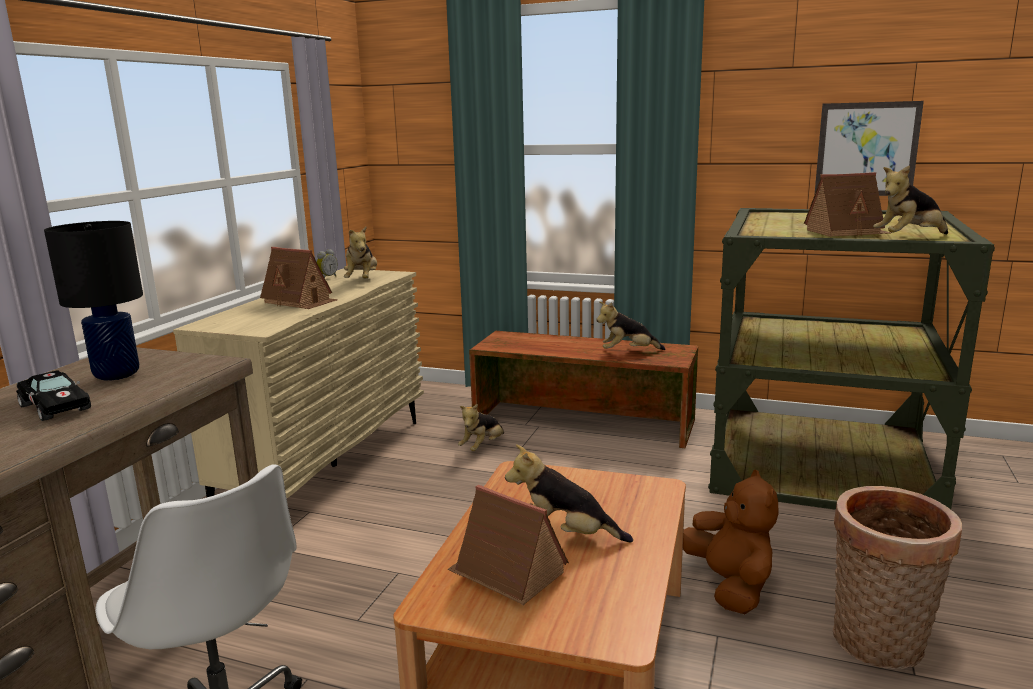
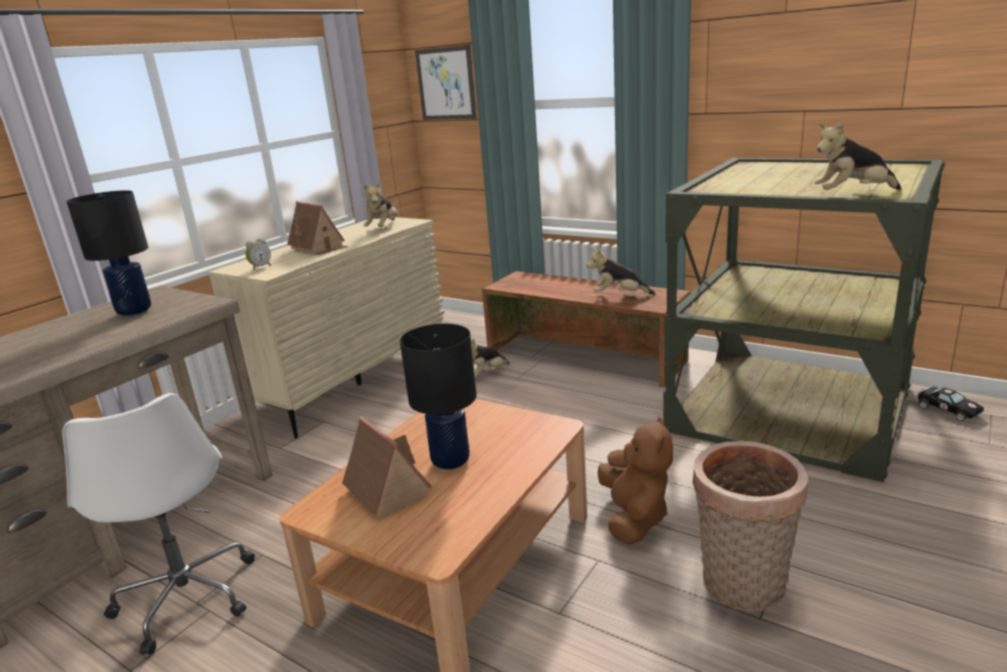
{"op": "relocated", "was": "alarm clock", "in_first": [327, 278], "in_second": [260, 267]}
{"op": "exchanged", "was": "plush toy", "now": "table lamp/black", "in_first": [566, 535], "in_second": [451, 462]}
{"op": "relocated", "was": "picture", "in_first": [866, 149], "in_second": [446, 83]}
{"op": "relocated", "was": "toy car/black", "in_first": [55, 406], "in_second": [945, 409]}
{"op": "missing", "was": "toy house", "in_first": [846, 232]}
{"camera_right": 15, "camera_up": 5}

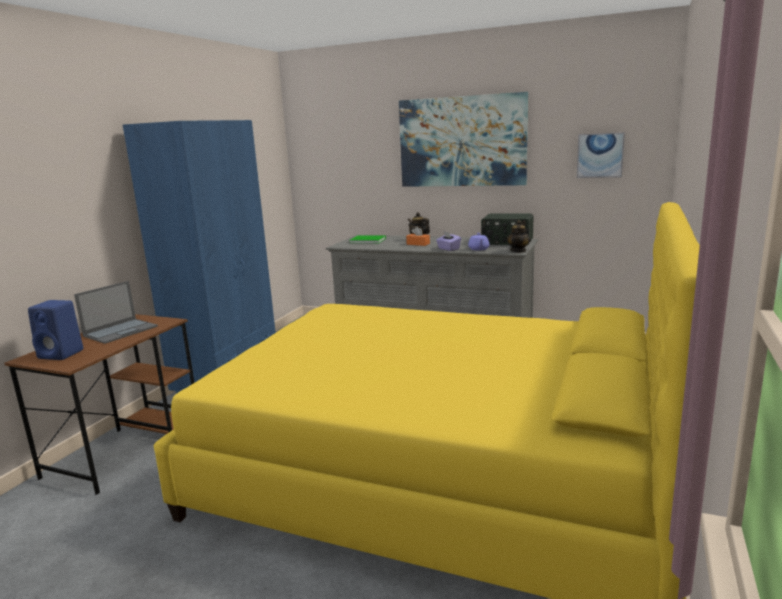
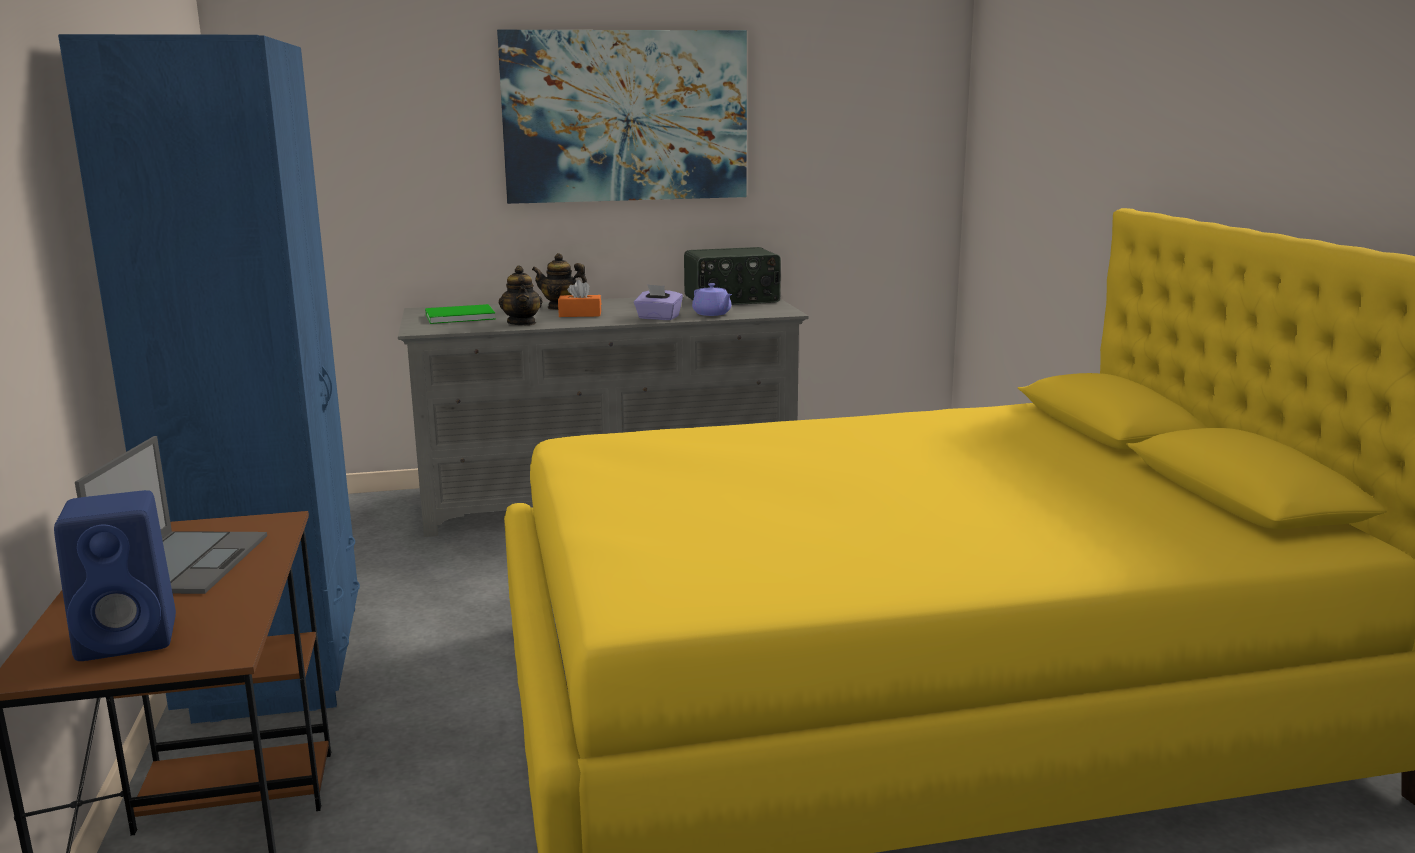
{"op": "relocated", "was": "teapot", "in_first": [518, 251], "in_second": [522, 323]}
{"op": "missing", "was": "picture", "in_first": [600, 155]}
{"camera_right": -35, "camera_up": 0}

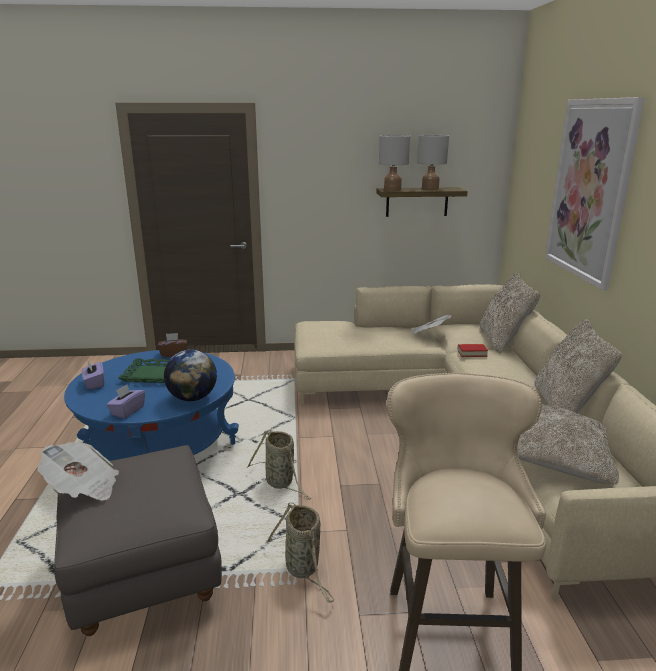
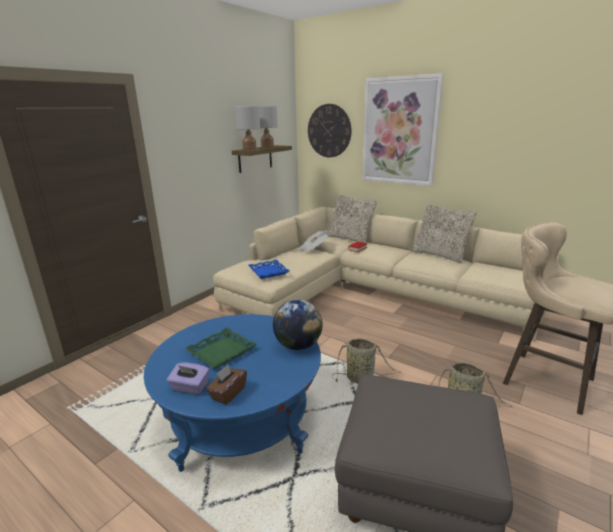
{"op": "relocated", "was": "tissue box/brown", "in_first": [173, 354], "in_second": [228, 393]}
{"op": "appeared", "now": "tray/blue", "in_second": [268, 272]}
{"op": "appeared", "now": "wall clock", "in_second": [329, 131]}
{"op": "missing", "was": "newspaper", "in_first": [83, 487]}
{"op": "missing", "was": "tissue box/purple", "in_first": [127, 411]}
{"op": "missing", "was": "pillow/beige", "in_first": [555, 455]}
{"camera_right": -50, "camera_up": 0}

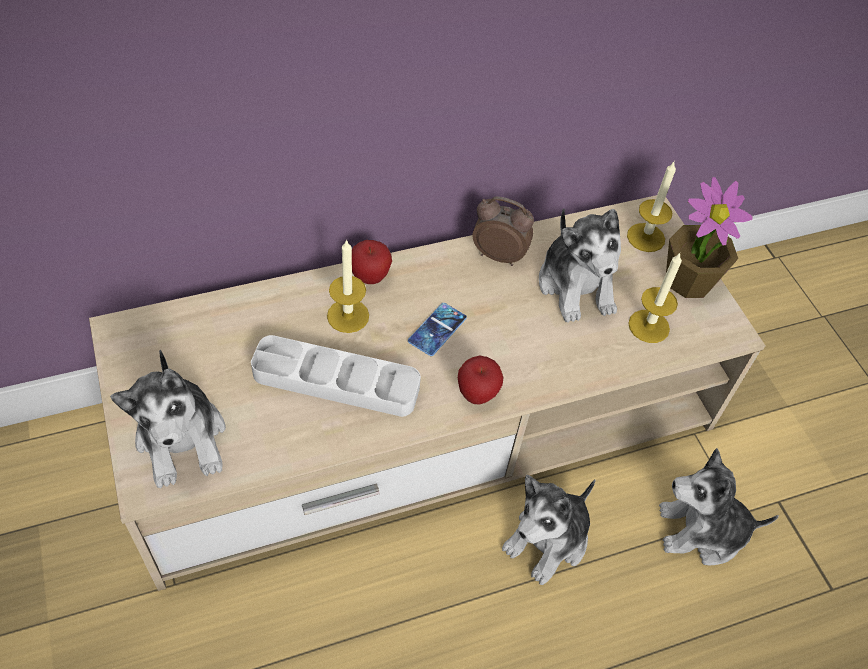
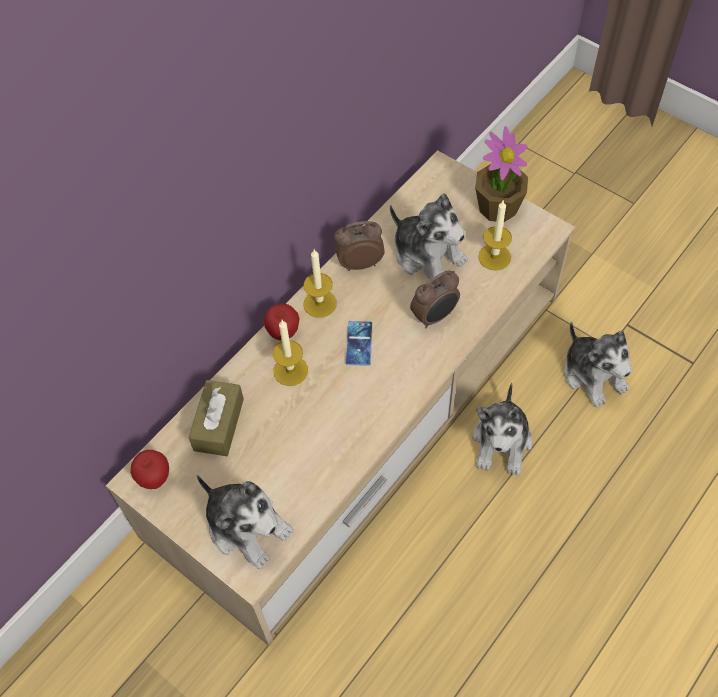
{"op": "relocated", "was": "apple", "in_first": [477, 394], "in_second": [154, 479]}
{"op": "appeared", "now": "tissue box/brown", "in_second": [219, 424]}
{"op": "relocated", "was": "candle", "in_first": [646, 237], "in_second": [320, 303]}
{"op": "appeared", "now": "alarm clock", "in_second": [435, 317]}
{"op": "spun", "was": "plush toy", "in_first": [702, 531], "in_second": [593, 375], "clockwise": -90}
{"op": "missing", "was": "tray/grey", "in_first": [336, 381]}
{"camera_right": -25, "camera_up": 5}

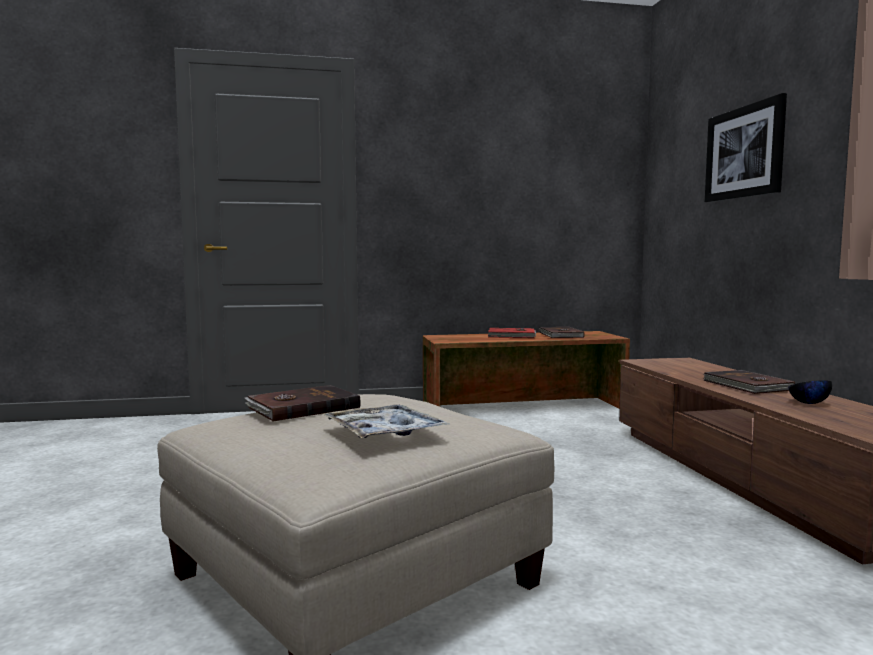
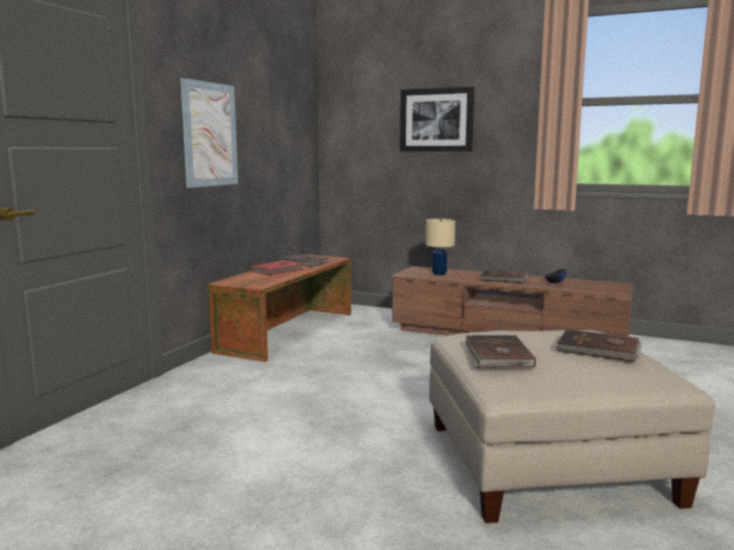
{"op": "appeared", "now": "picture", "in_second": [210, 134]}
{"op": "appeared", "now": "table lamp/beige", "in_second": [438, 274]}
{"op": "exchanged", "was": "tray", "now": "book/brown", "in_first": [384, 433], "in_second": [598, 349]}
{"camera_right": -55, "camera_up": 5}

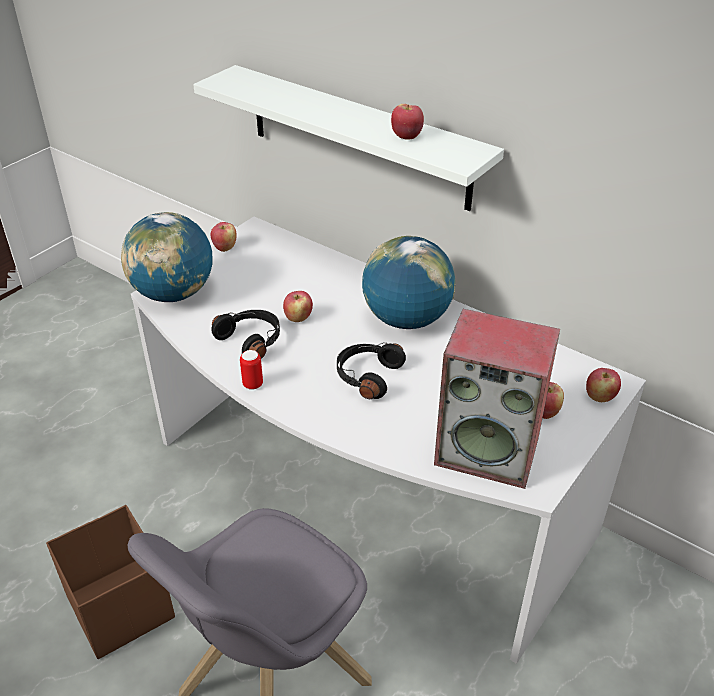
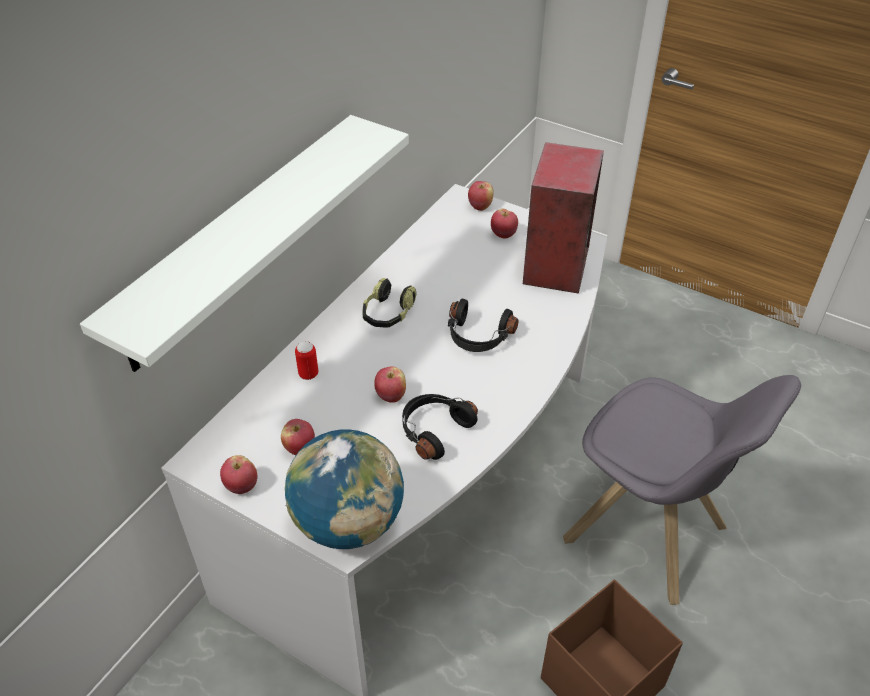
{"op": "relocated", "was": "apple", "in_first": [407, 136], "in_second": [299, 448]}
{"op": "relocated", "was": "can", "in_first": [253, 384], "in_second": [308, 374]}
{"op": "exchanged", "was": "globe", "now": "headphones", "in_first": [406, 320], "in_second": [388, 314]}
{"camera_right": -95, "camera_up": 5}

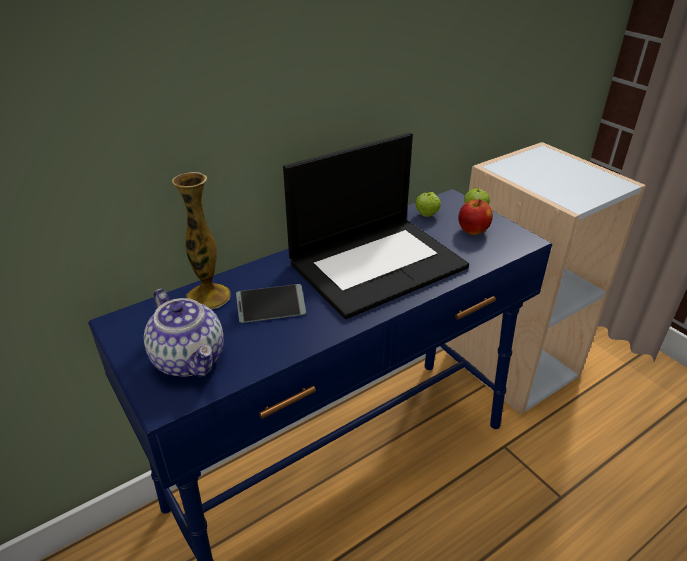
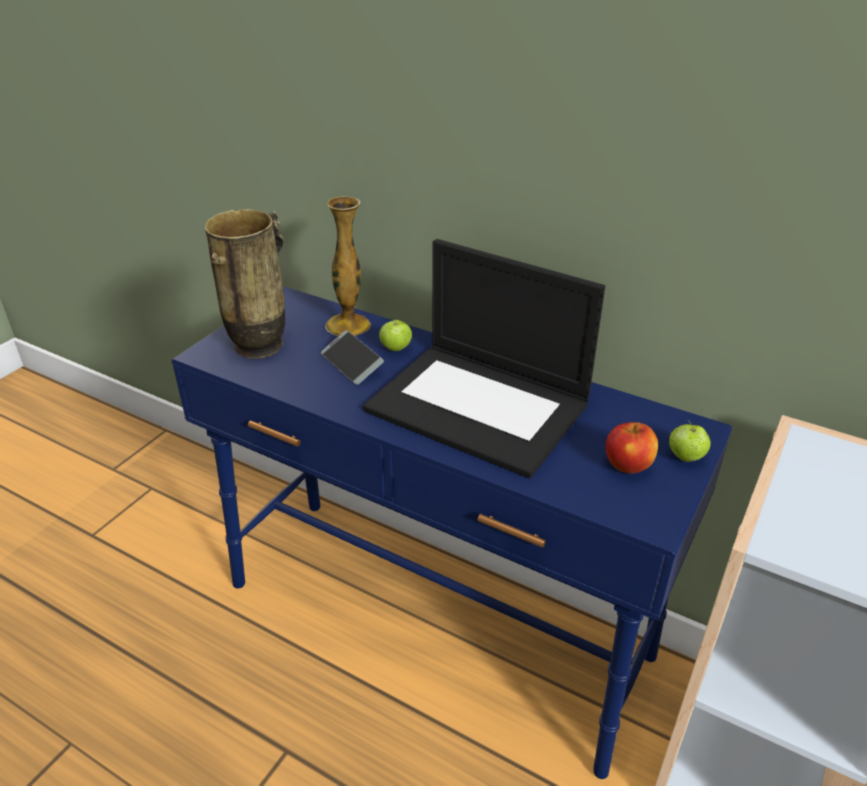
{"op": "exchanged", "was": "teapot", "now": "vase", "in_first": [190, 359], "in_second": [259, 346]}
{"op": "relocated", "was": "apple", "in_first": [426, 215], "in_second": [396, 349]}
{"camera_right": 65, "camera_up": 0}

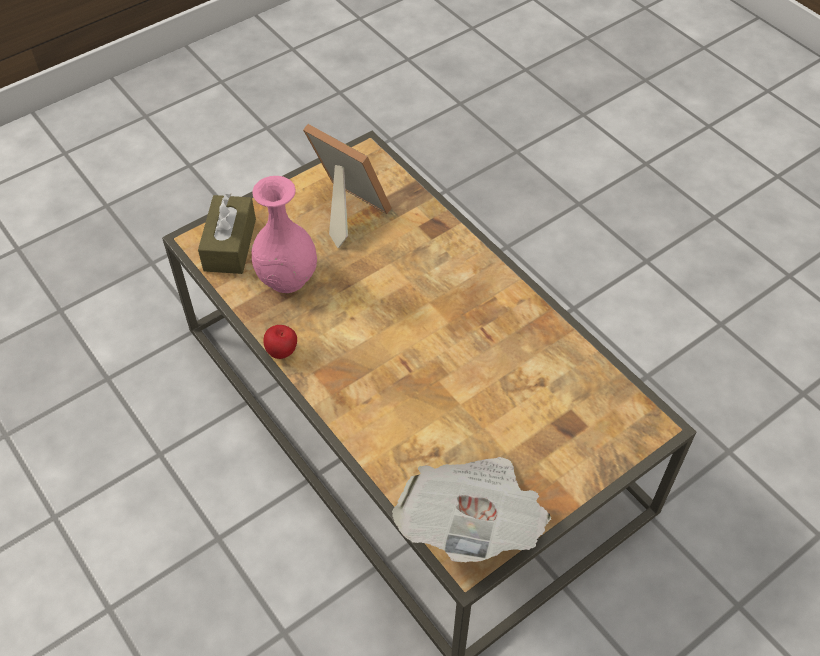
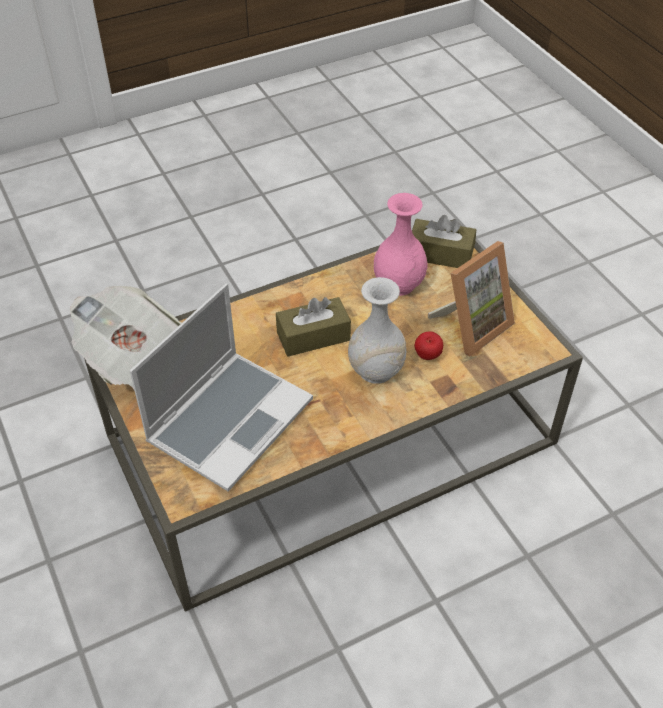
{"op": "appeared", "now": "laptop", "in_second": [230, 419]}
{"op": "appeared", "now": "tissue box/brown", "in_second": [313, 336]}
{"op": "appeared", "now": "vase/white", "in_second": [376, 371]}
{"op": "relocated", "was": "apple", "in_first": [282, 352], "in_second": [427, 357]}
{"camera_right": 100, "camera_up": -5}

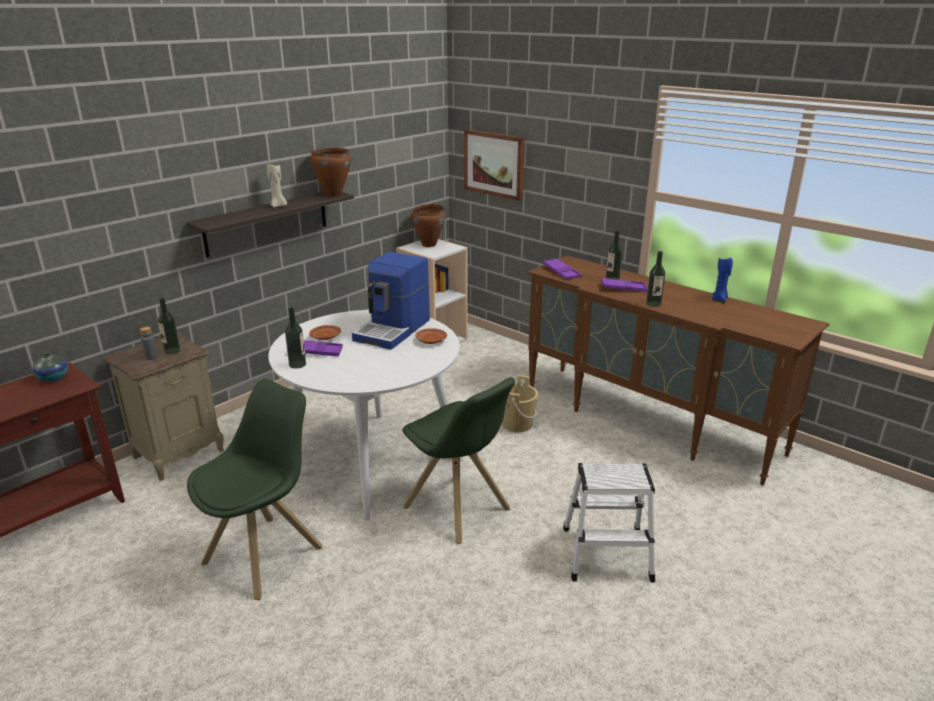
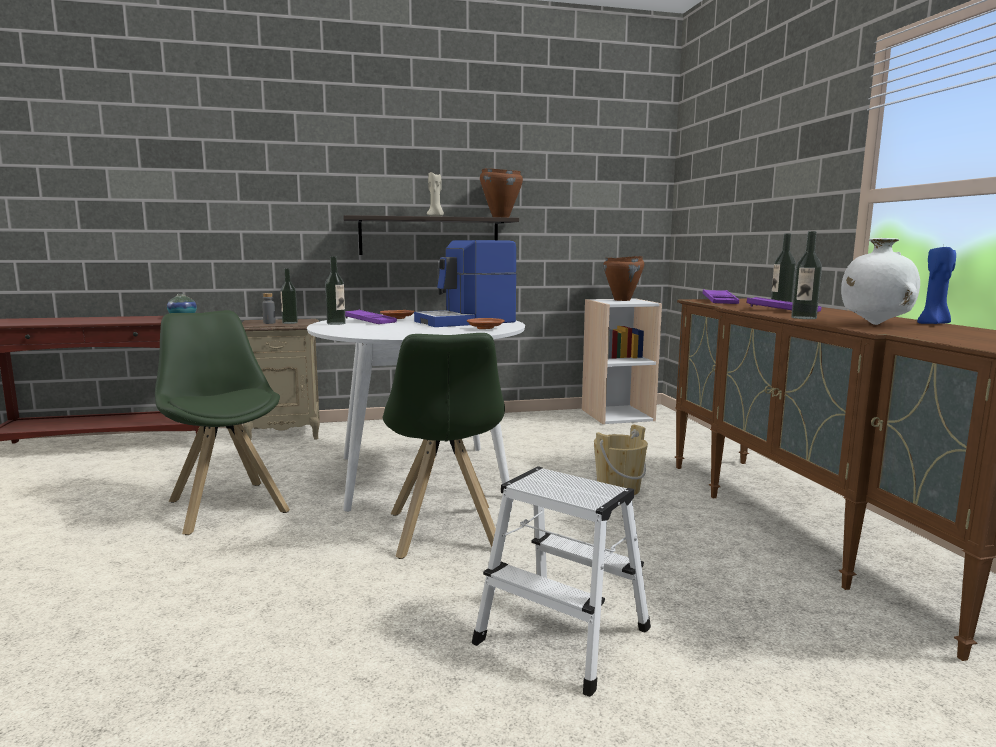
{"op": "spun", "was": "chair/green", "in_first": [264, 555], "in_second": [227, 506], "clockwise": -105}
{"op": "appeared", "now": "vase/white", "in_second": [874, 324]}
{"op": "missing", "was": "picture", "in_first": [494, 164]}
{"camera_right": 35, "camera_up": -15}

